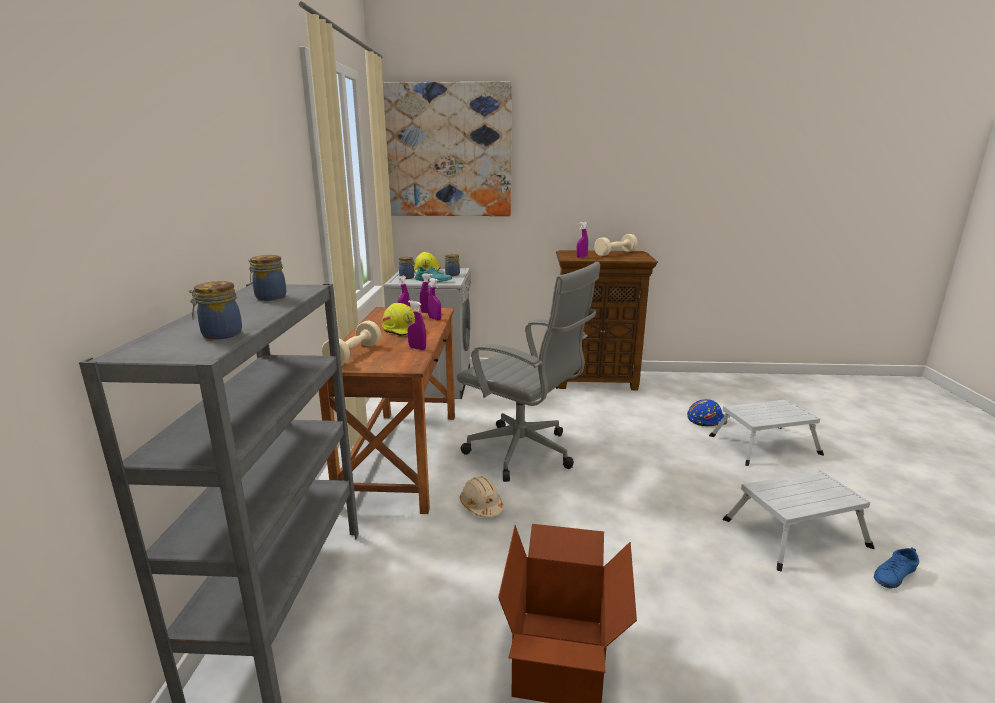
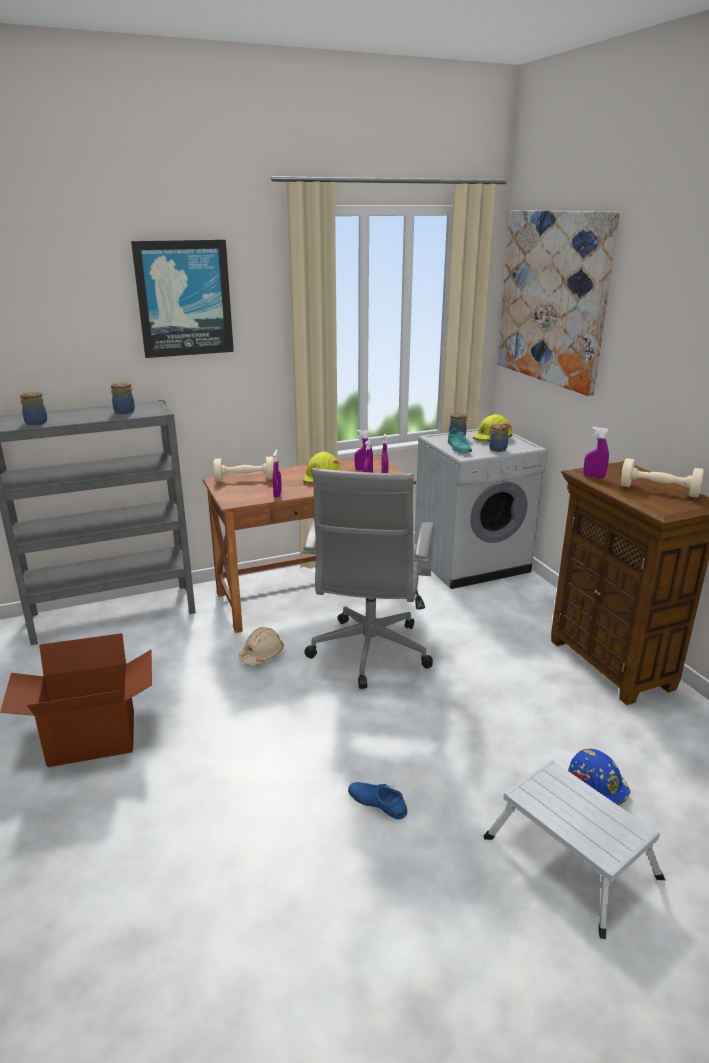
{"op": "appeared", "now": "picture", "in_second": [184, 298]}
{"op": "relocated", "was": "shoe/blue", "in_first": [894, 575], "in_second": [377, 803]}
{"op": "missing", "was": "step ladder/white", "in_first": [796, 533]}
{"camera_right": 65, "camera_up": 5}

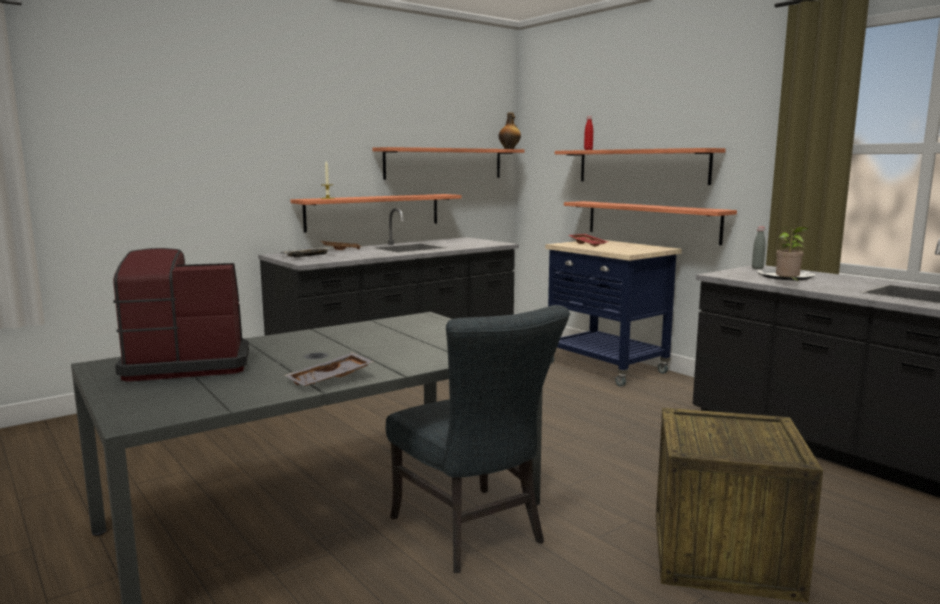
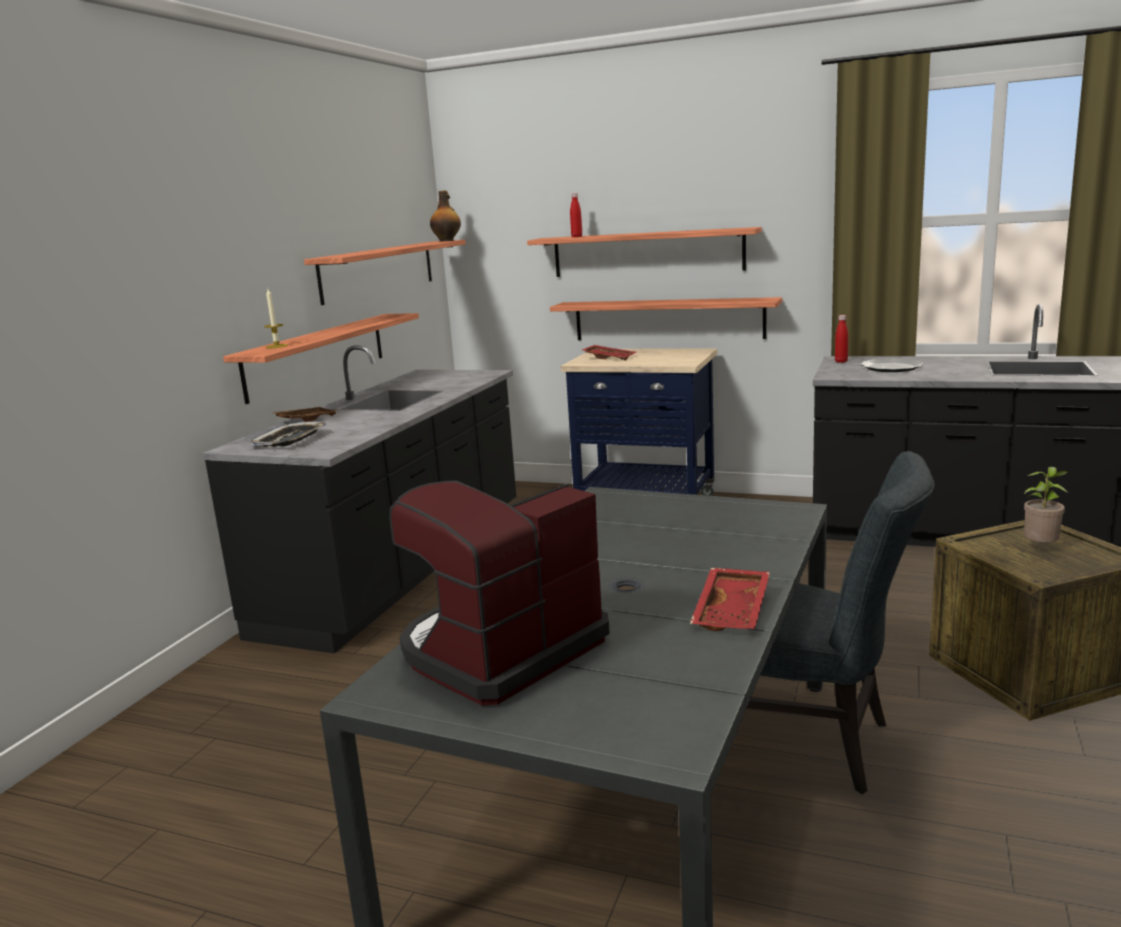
{"op": "colour", "was": "tray/grey", "now": "tray/red", "in_first": [330, 380], "in_second": [734, 611]}
{"op": "colour", "was": "bottle/grey", "now": "bottle/red", "in_first": [757, 268], "in_second": [841, 361]}
{"op": "relocated", "was": "potted plant", "in_first": [788, 284], "in_second": [1041, 548]}
{"camera_right": -30, "camera_up": 5}

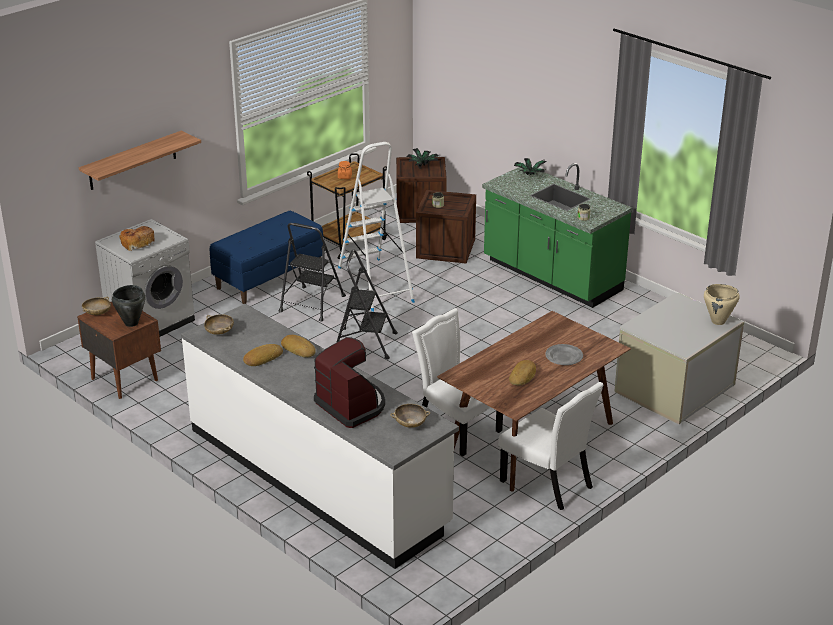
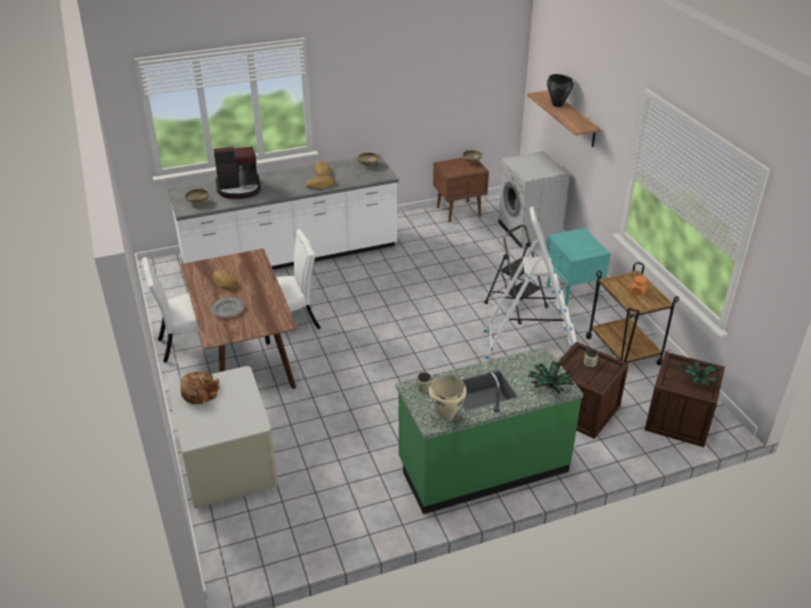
{"op": "relocated", "was": "bread", "in_first": [137, 243], "in_second": [200, 392]}
{"op": "relocated", "was": "cooking pot/beige", "in_first": [718, 321], "in_second": [446, 415]}
{"op": "exchanged", "was": "bench/blue", "now": "nightstand/turquoise", "in_first": [269, 277], "in_second": [572, 293]}
{"op": "relocated", "was": "cooking pot/black", "in_first": [131, 323], "in_second": [557, 104]}
{"op": "missing", "was": "step ladder/black", "in_first": [362, 342]}
{"camera_right": 115, "camera_up": 5}

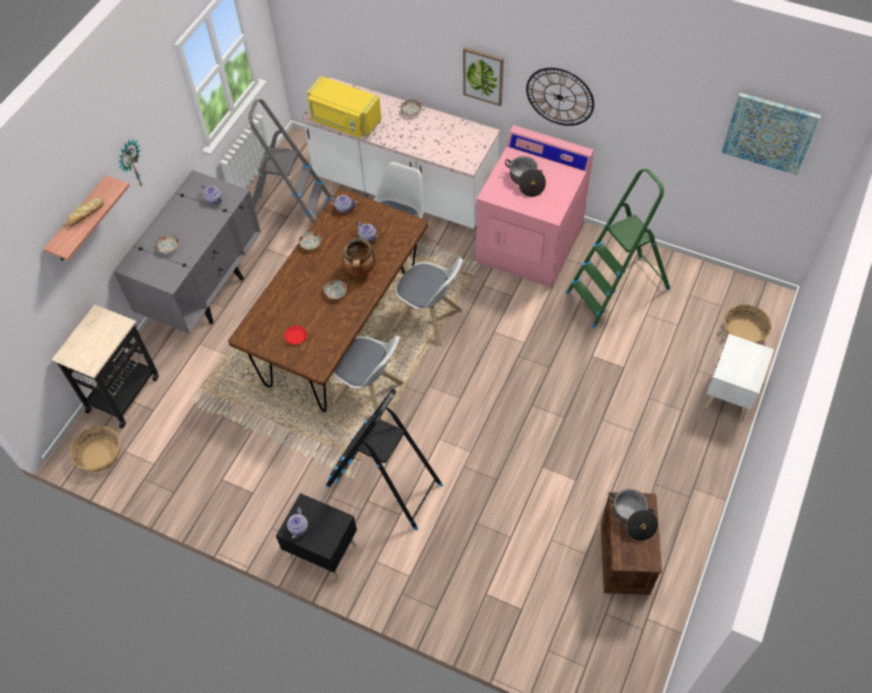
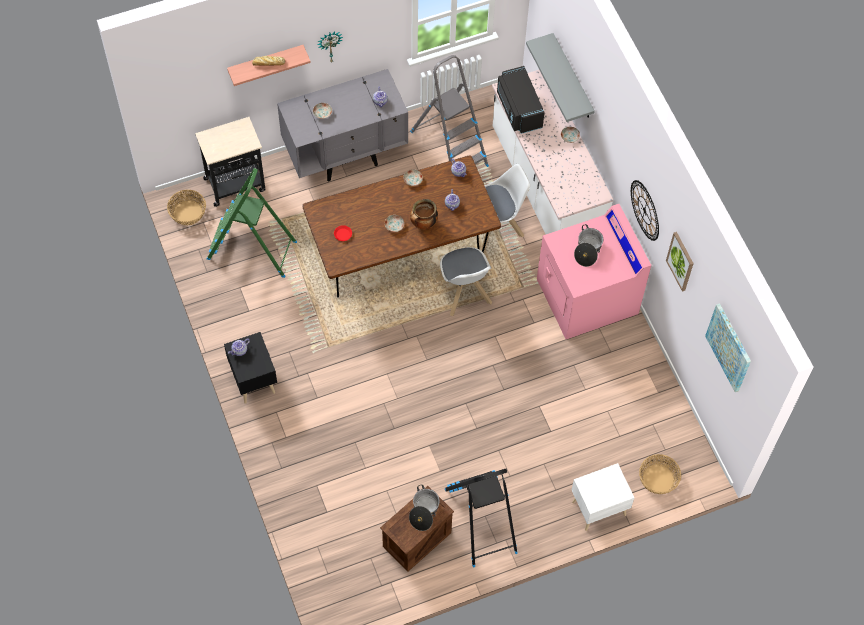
{"op": "relocated", "was": "step ladder/green", "in_first": [617, 291], "in_second": [251, 250]}
{"op": "relocated", "was": "step ladder/black", "in_first": [383, 484], "in_second": [480, 519]}
{"op": "colour", "was": "microwave/yellow", "now": "microwave/black", "in_first": [344, 121], "in_second": [518, 109]}
{"op": "appeared", "now": "shelf/grey", "in_second": [572, 78]}
{"op": "relocated", "was": "picture", "in_first": [483, 76], "in_second": [680, 261]}
{"op": "missing", "was": "chair", "in_first": [370, 393]}
{"camera_right": 40, "camera_up": 5}

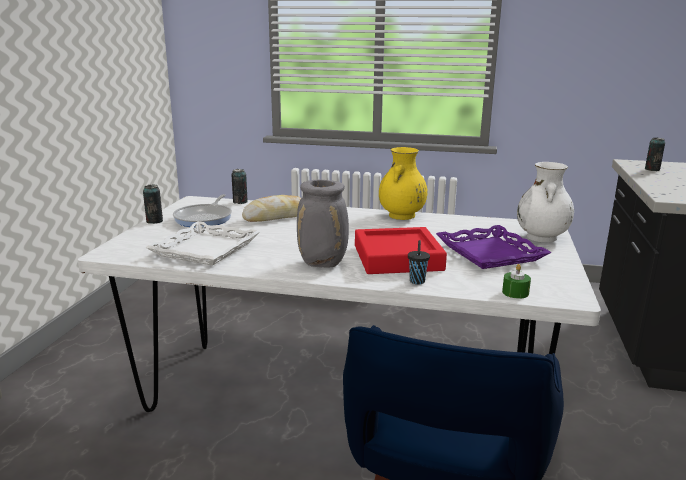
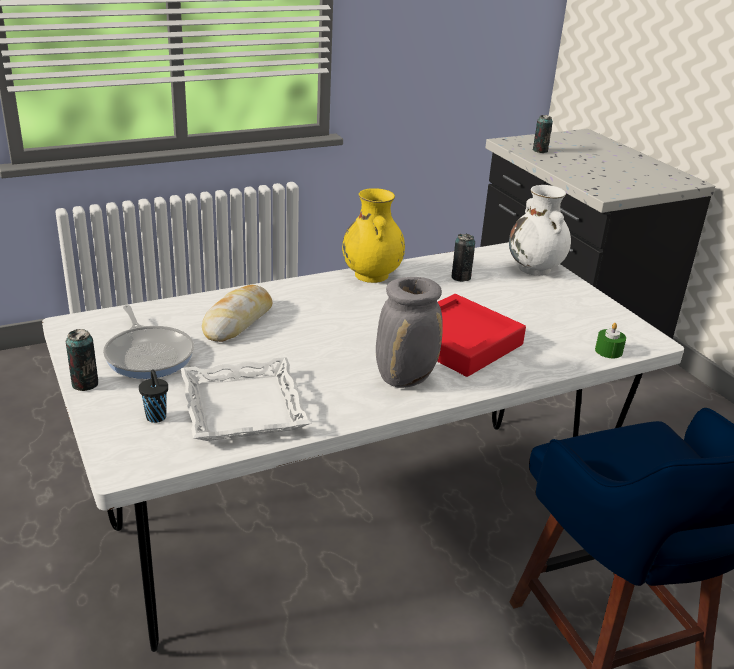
{"op": "relocated", "was": "cup/black", "in_first": [417, 282], "in_second": [156, 418]}
{"op": "relocated", "was": "can", "in_first": [240, 202], "in_second": [461, 277]}
{"op": "missing", "was": "tray/purple", "in_first": [491, 253]}
{"camera_right": -40, "camera_up": 10}

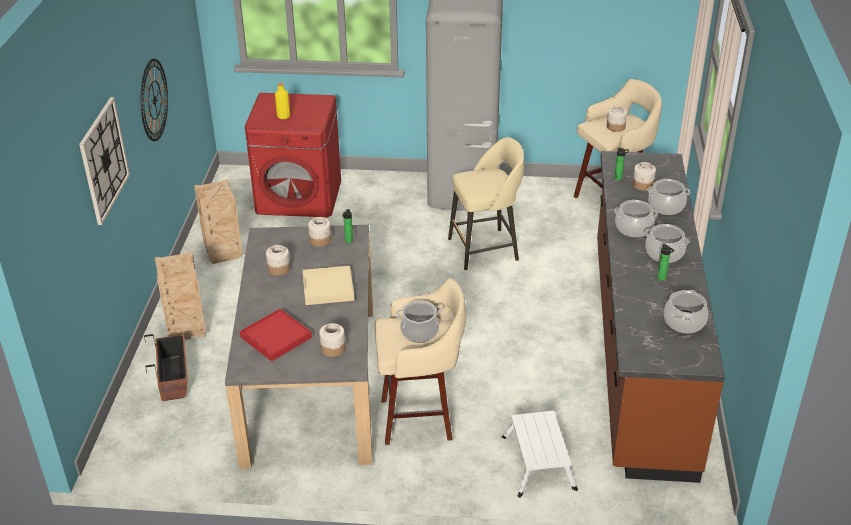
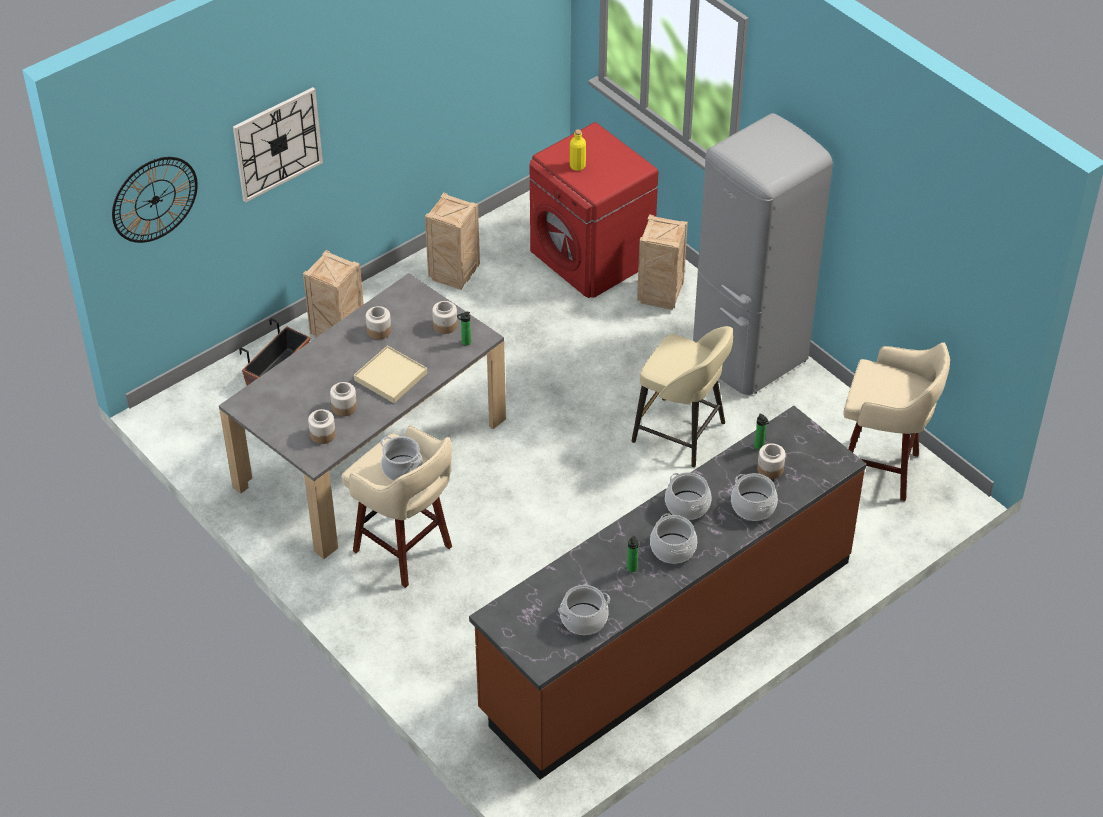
{"op": "relocated", "was": "wall clock", "in_first": [154, 100], "in_second": [155, 199]}
{"op": "relocated", "was": "jar", "in_first": [615, 127], "in_second": [344, 407]}
{"op": "appeared", "now": "crate", "in_second": [660, 296]}
{"op": "missing", "was": "tray/red", "in_first": [276, 337]}
{"op": "missing", "was": "step ladder/white", "in_first": [538, 462]}
{"camera_right": 45, "camera_up": 10}

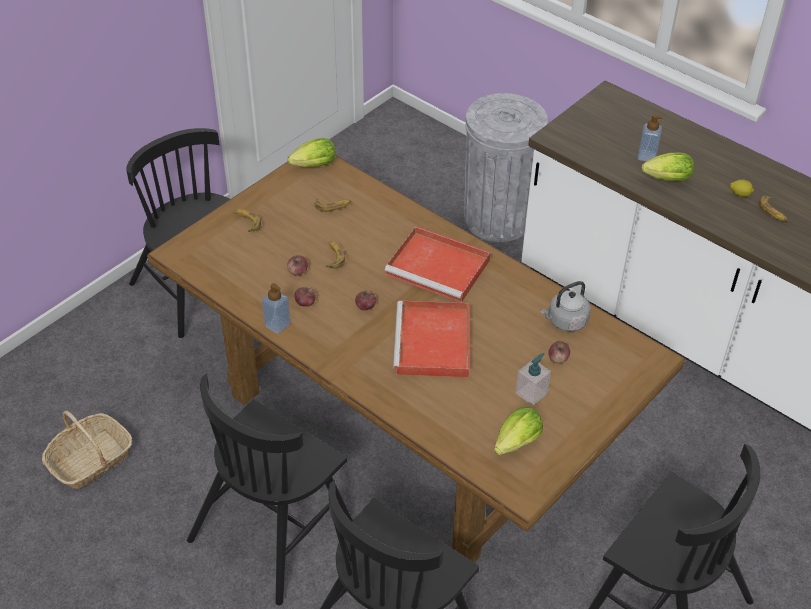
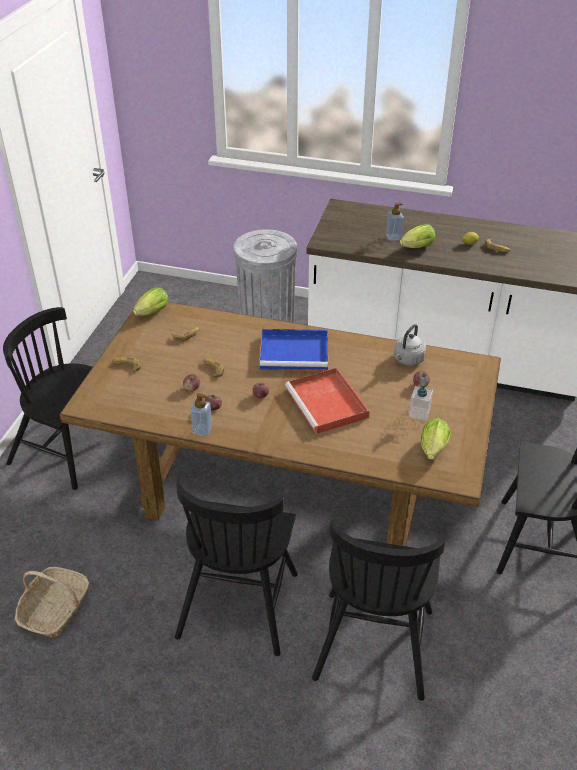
{"op": "colour", "was": "tray/red", "now": "tray/blue", "in_first": [440, 267], "in_second": [296, 352]}
{"camera_right": -25, "camera_up": -5}

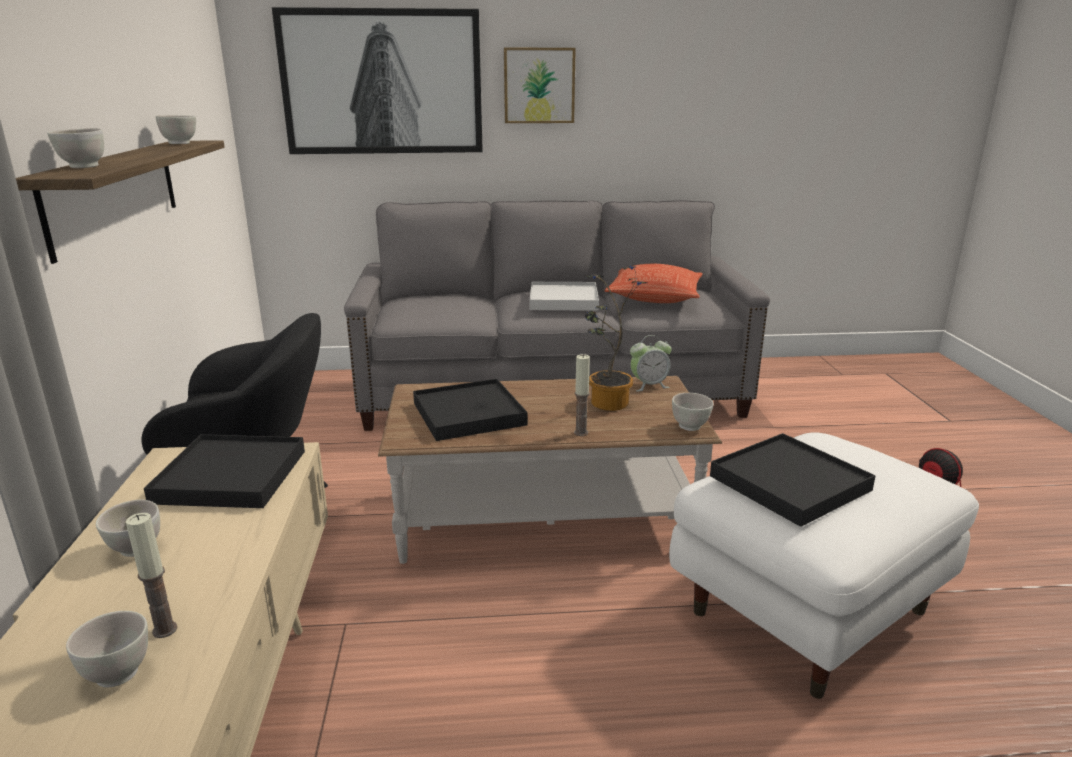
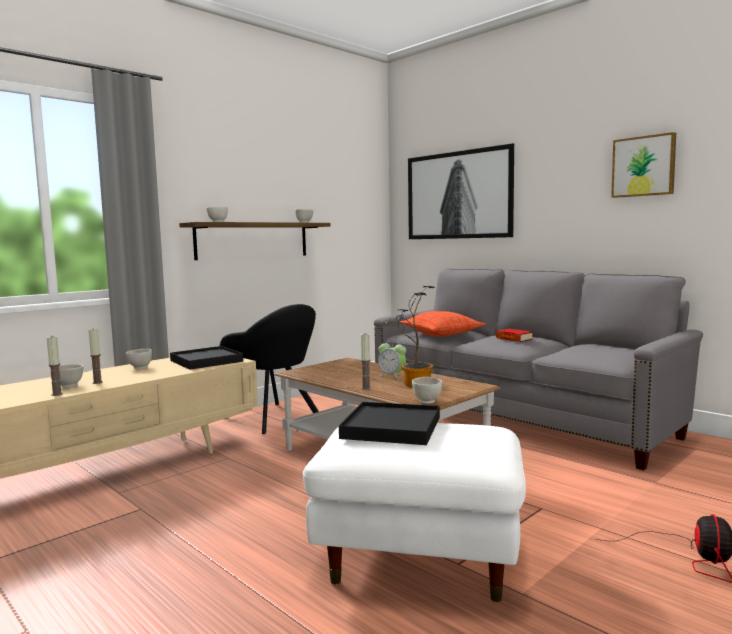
{"op": "appeared", "now": "candle", "in_second": [57, 394]}
{"op": "relocated", "was": "alarm clock", "in_first": [649, 385], "in_second": [392, 376]}
{"op": "relocated", "was": "pillow/orange", "in_first": [655, 298], "in_second": [442, 334]}
{"op": "exchanged", "was": "tray/white", "now": "book", "in_first": [564, 300], "in_second": [514, 339]}
{"op": "relocated", "was": "picture", "in_first": [539, 85], "in_second": [644, 166]}
{"op": "missing", "was": "tray/black", "in_first": [469, 414]}
{"camera_right": 50, "camera_up": -15}

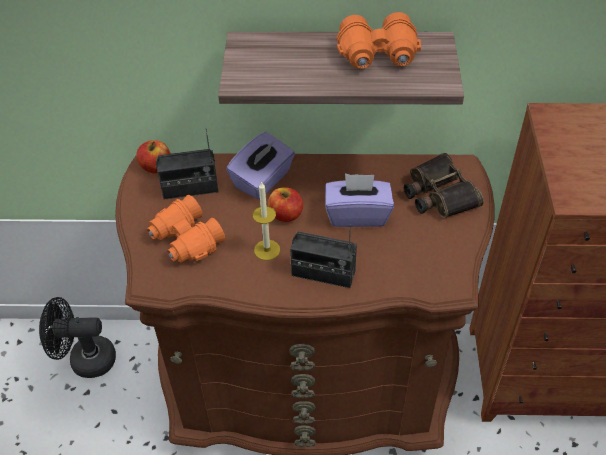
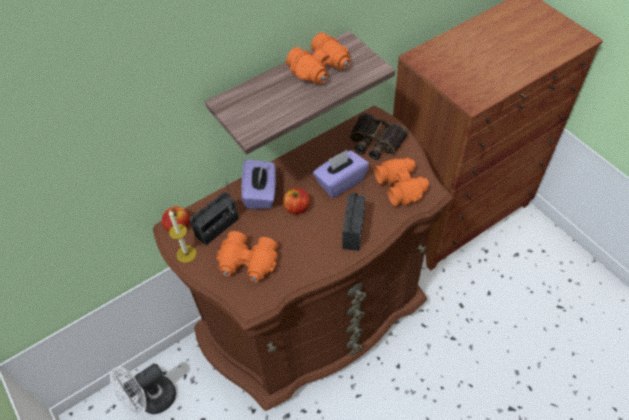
{"op": "colour", "was": "fan/black", "now": "fan/white", "in_first": [85, 360], "in_second": [151, 400]}
{"op": "relocated", "was": "candle", "in_first": [267, 250], "in_second": [186, 254]}
{"op": "spun", "was": "radio", "in_first": [323, 273], "in_second": [353, 231], "clockwise": -60}
{"op": "appeared", "now": "binoculars/orange", "in_second": [401, 186]}
{"camera_right": -35, "camera_up": 5}

